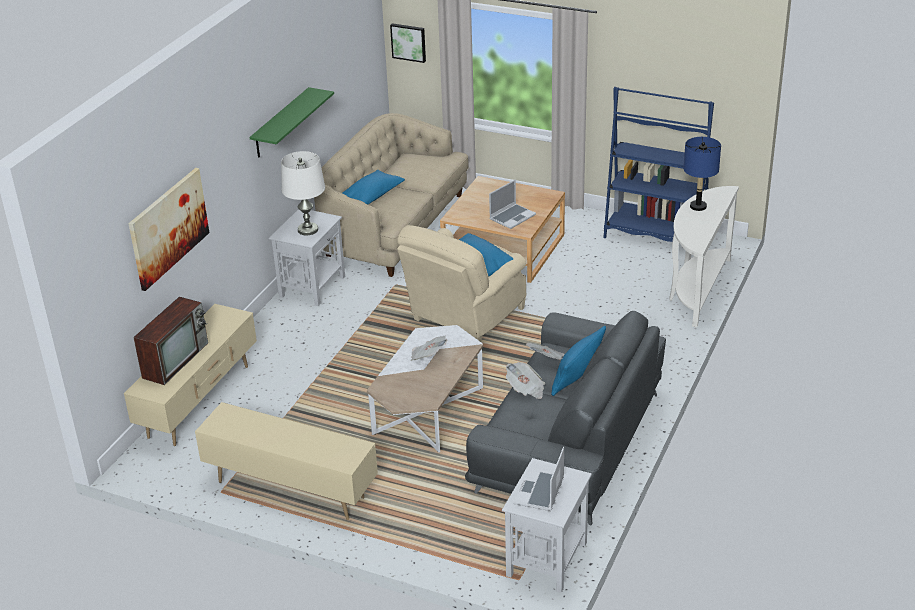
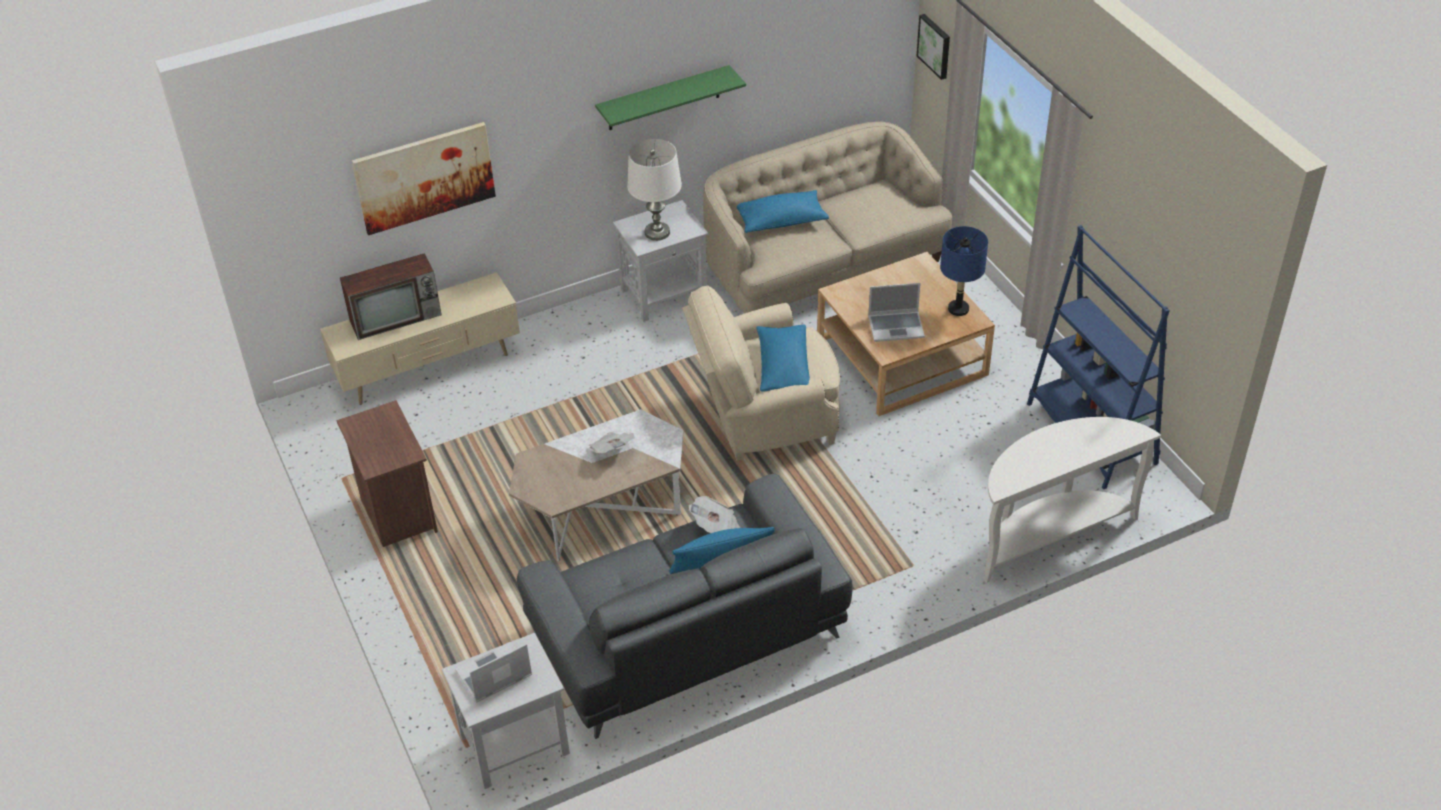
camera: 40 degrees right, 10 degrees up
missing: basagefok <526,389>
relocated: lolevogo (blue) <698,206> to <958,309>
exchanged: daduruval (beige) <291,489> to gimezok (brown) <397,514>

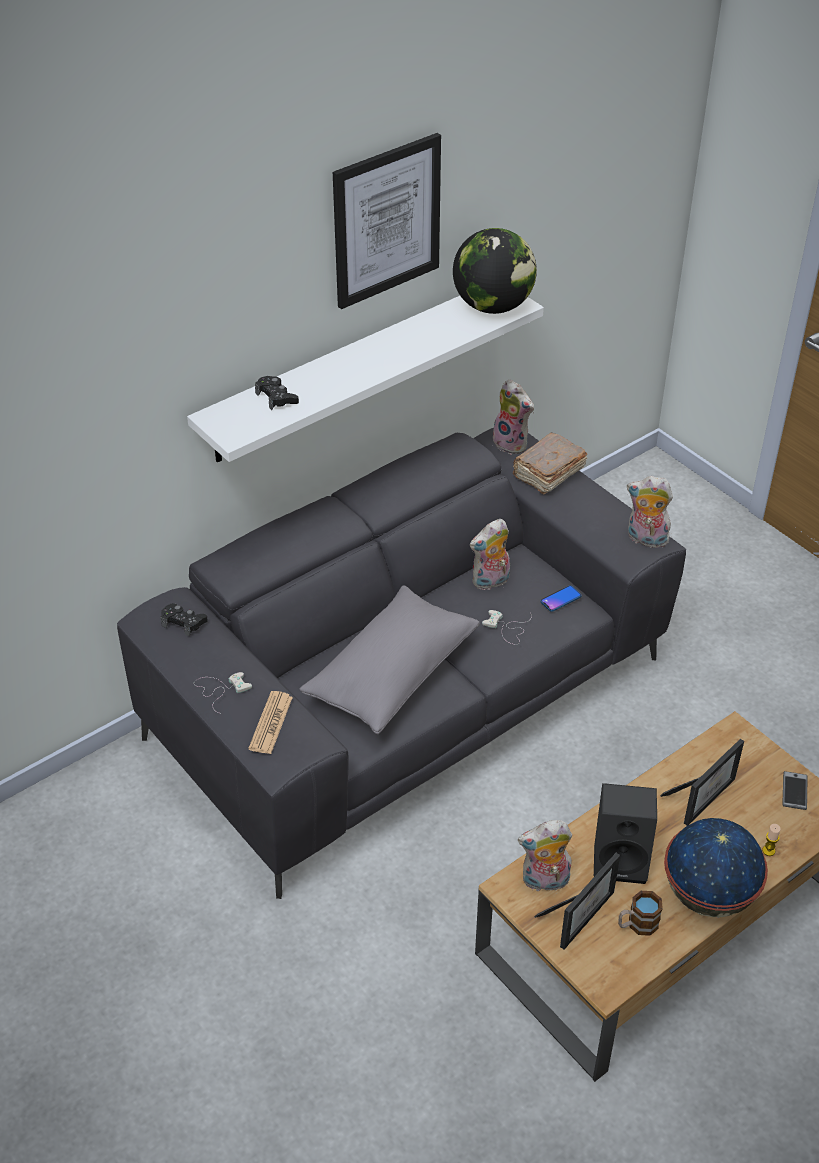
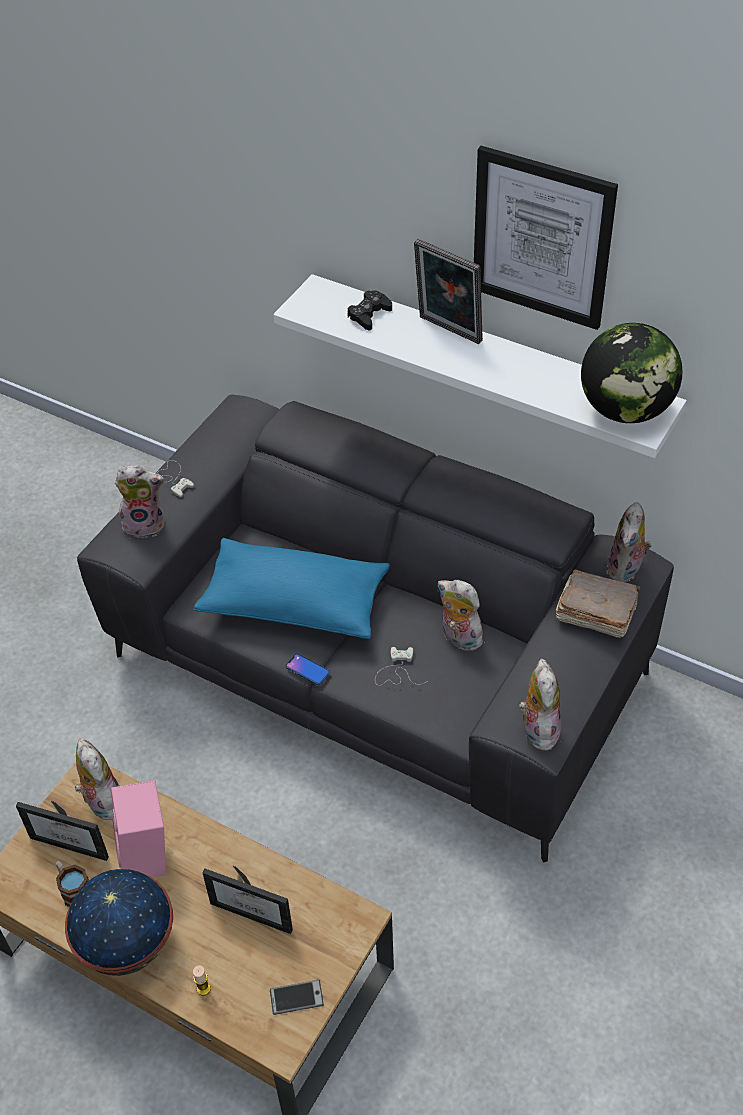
camera: 70 degrees right, 5 degrees up
missing: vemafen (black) <183,622>
appeared: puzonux <448,331>
relocated: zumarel <560,599> to <307,670>
exchanged: basagefok <271,723> to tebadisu <146,524>
colour: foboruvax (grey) <391,674> to foboruvax (blue) <295,604>; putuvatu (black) <621,859> to putuvatu (pink) <148,857>

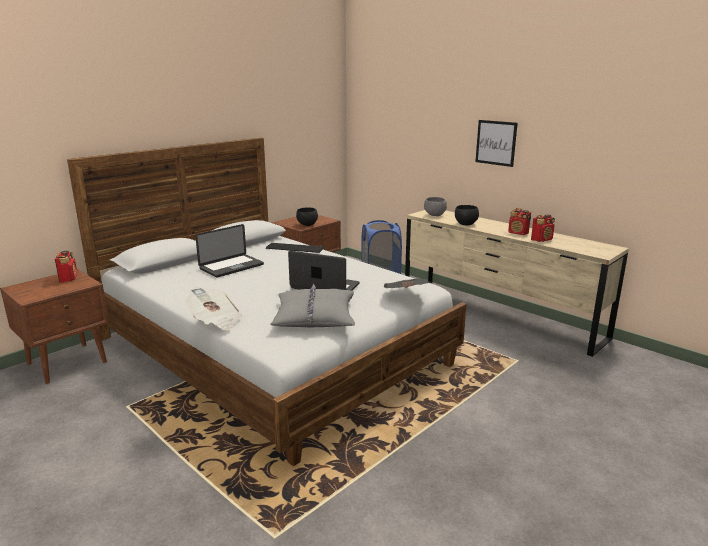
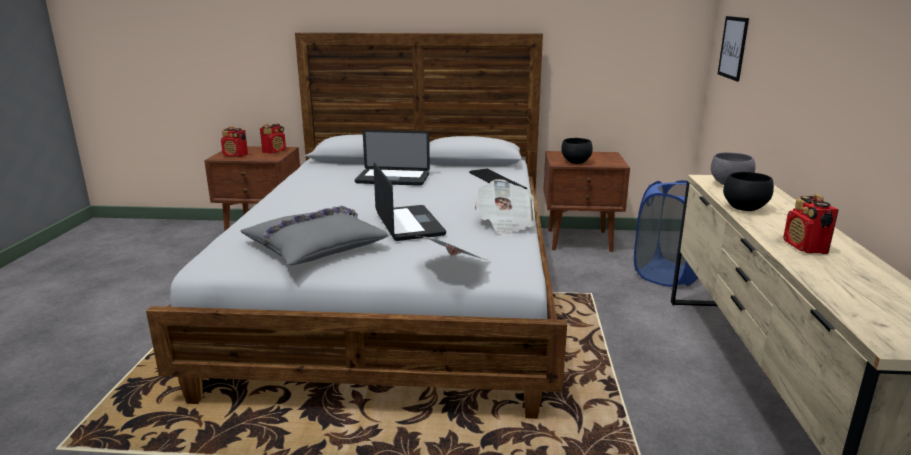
camera: 50 degrees right, 0 degrees up
relocated: basagefok <215,321> to <504,223>; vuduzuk <496,143> to <733,47>; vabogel <542,239> to <235,155>

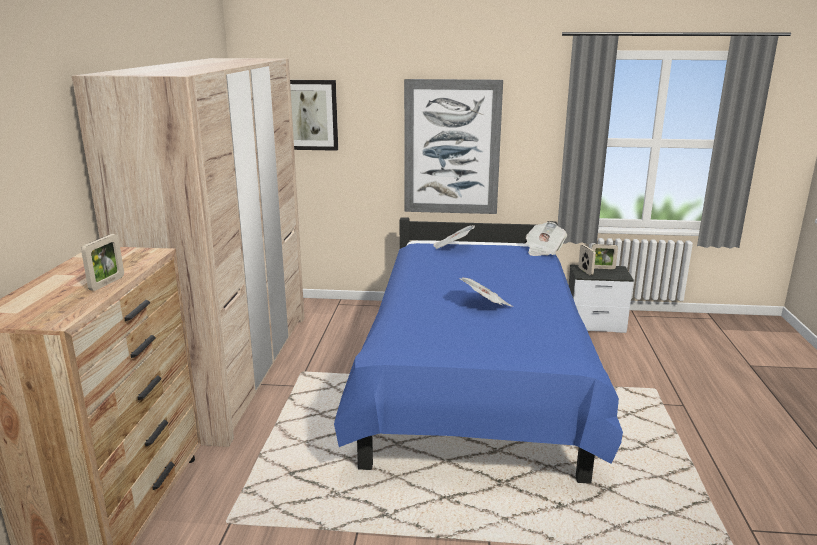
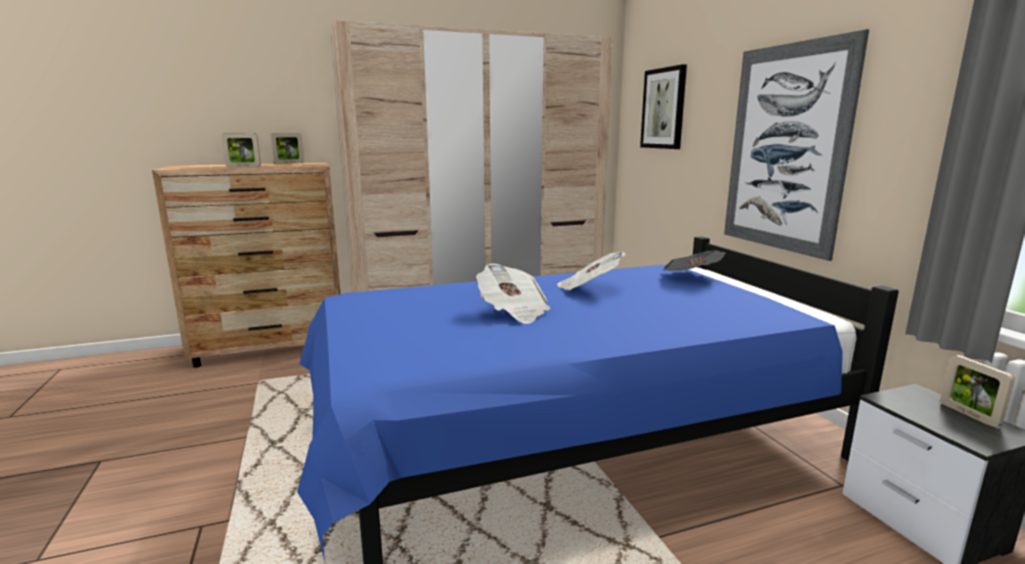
camera: 65 degrees right, 5 degrees down
relocated: basagefok <543,250> to <588,288>; puzonux <585,271> to <289,163>

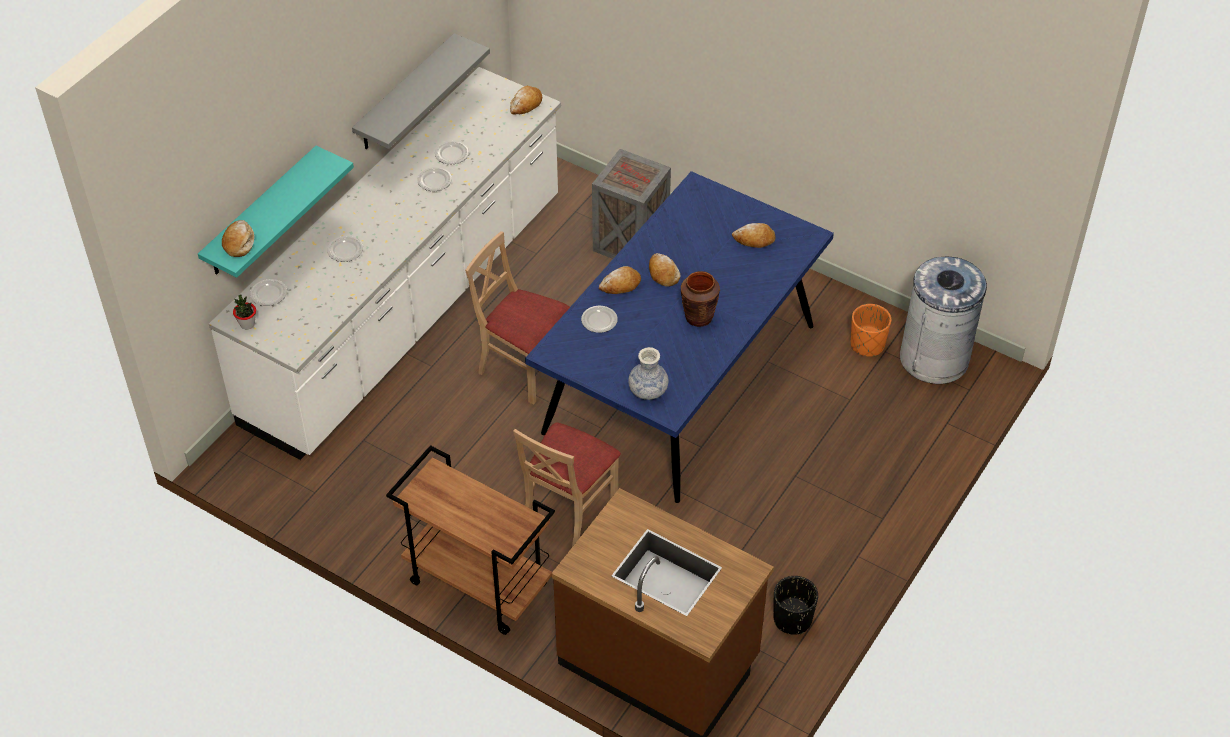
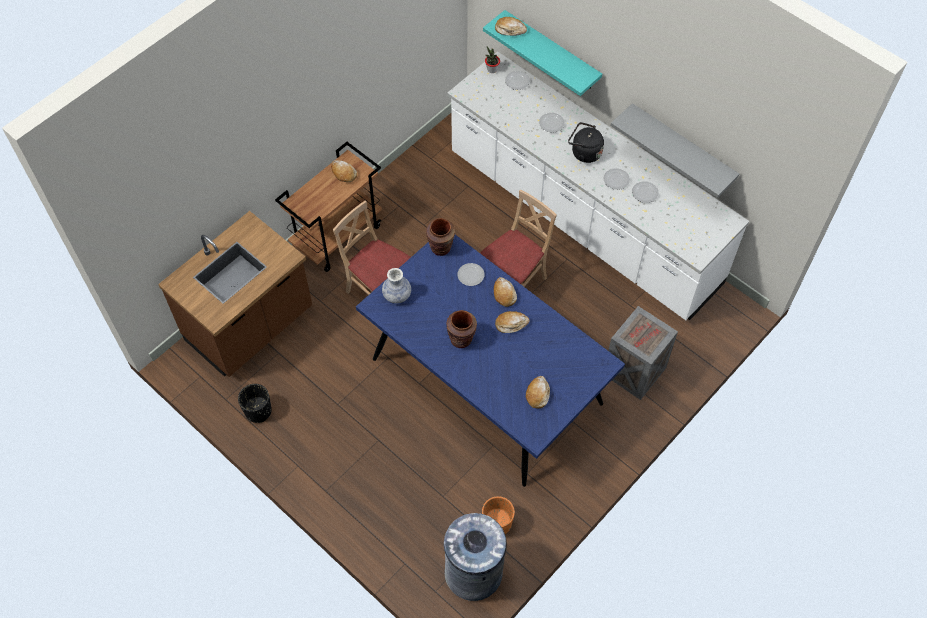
camera: 100 degrees right, 10 degrees up
appeared: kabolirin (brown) <441,248>; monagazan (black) <584,152>
relocated: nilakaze <526,104> to <343,173>

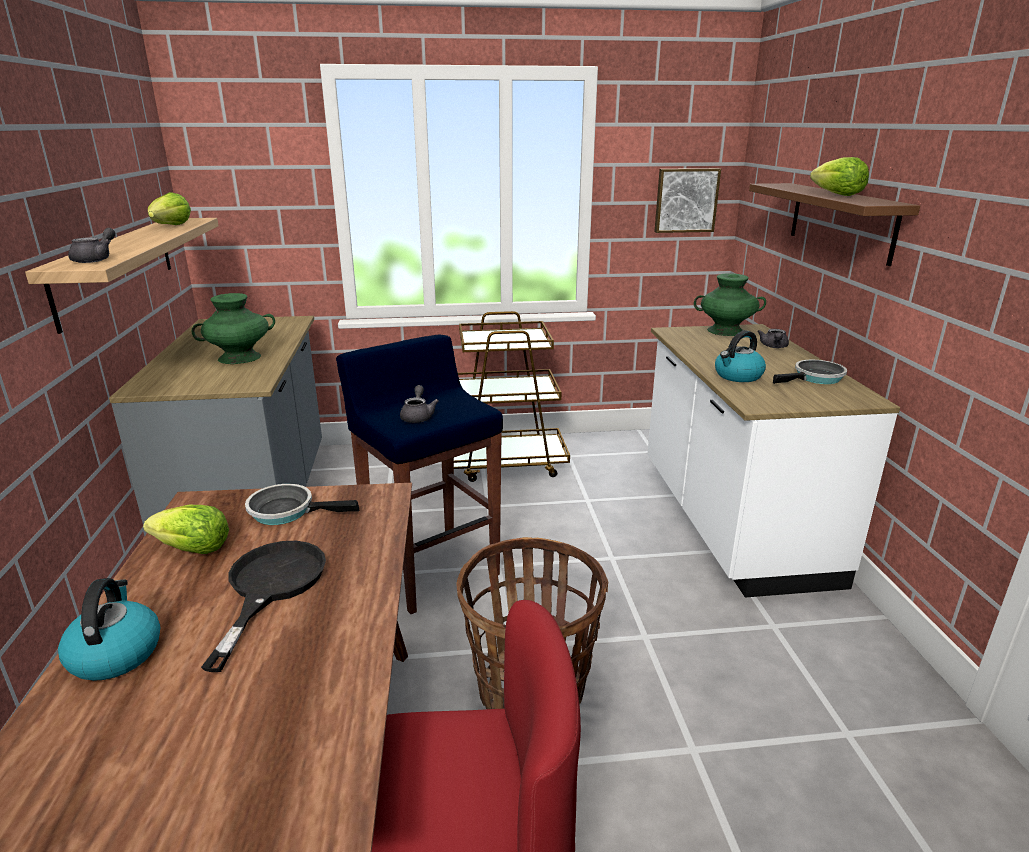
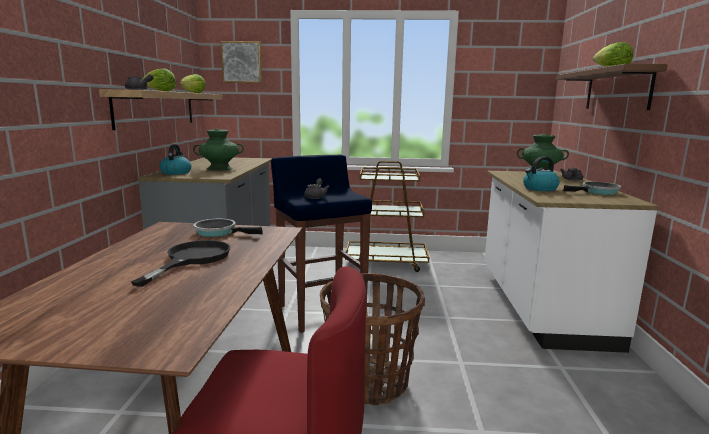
camera: 10 degrees right, 10 degrees down
relocated: monagazan <115,653> to <176,172>; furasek <193,549> to <160,91>; vuduzuk <685,200> to <242,62>

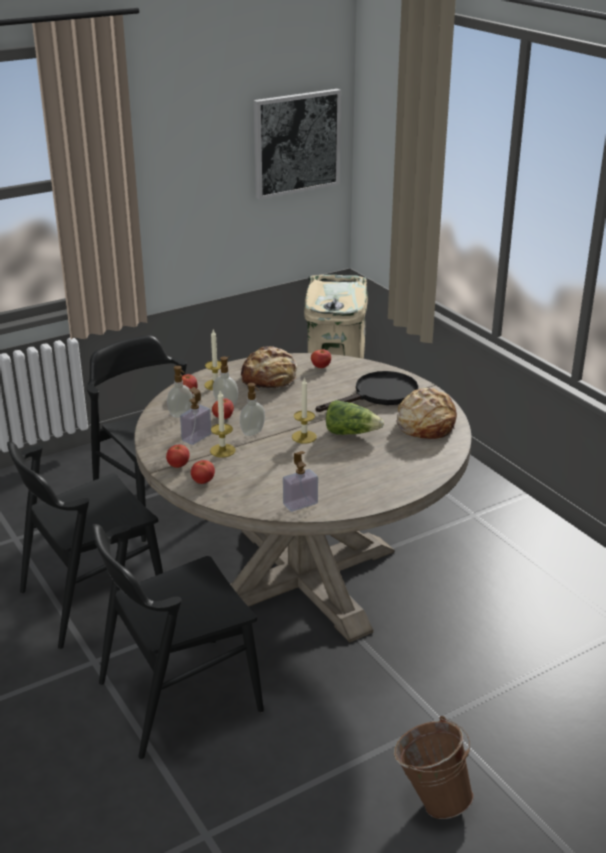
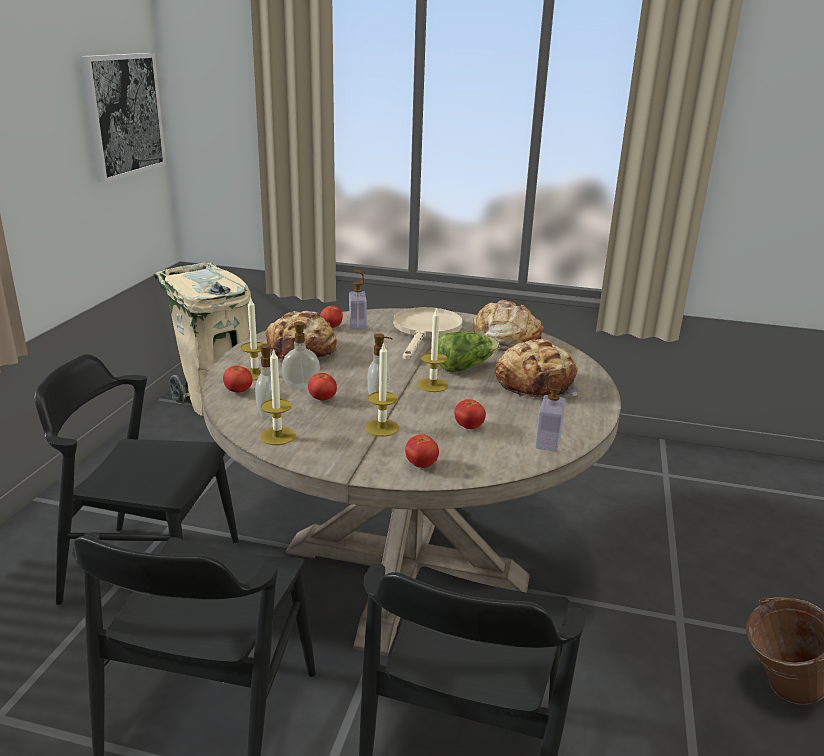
camera: 45 degrees left, 5 degrees down
appeared: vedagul <277,436>; nilakaze <536,383>
relocated: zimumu <178,465> to <469,427>; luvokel <196,437> to <357,324>
colour: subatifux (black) <378,395> to subatifux (beige) <425,332>

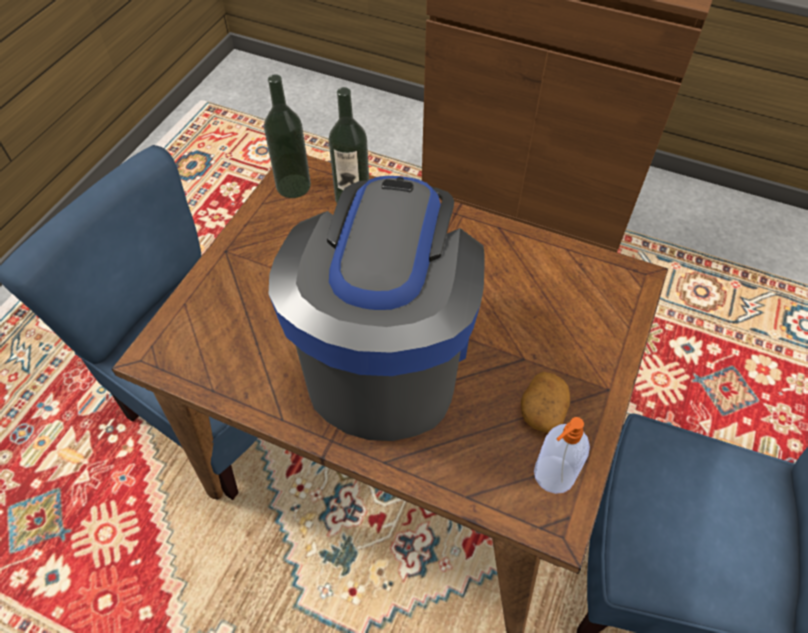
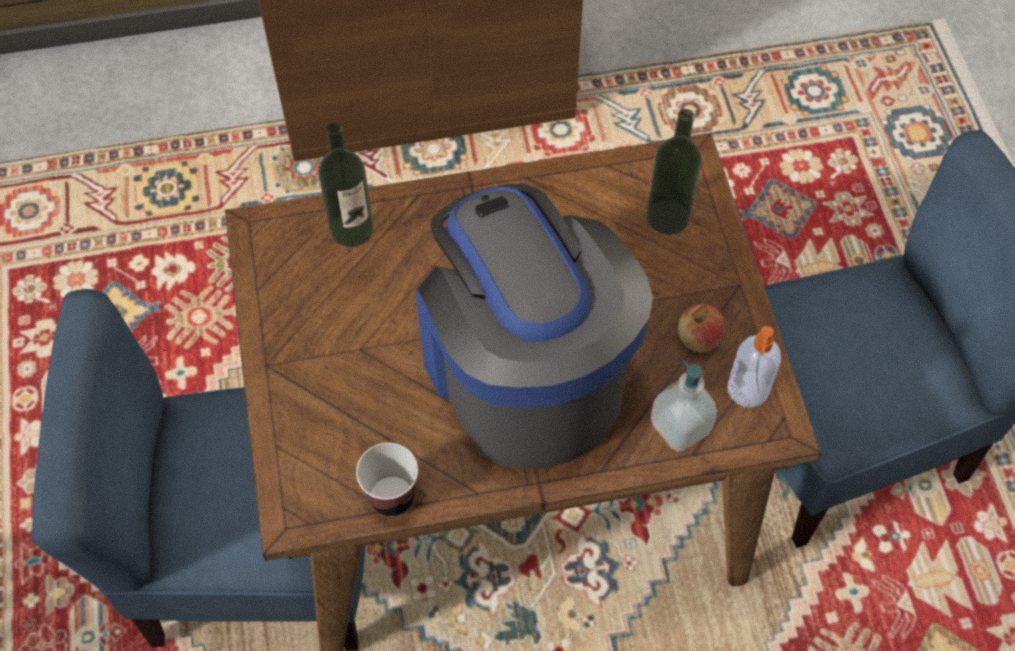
camera: 35 degrees left, 5 degrees up
appeared: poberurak <392,497>; luvokel <680,427>
relocated: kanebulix <293,186> to <667,217>
exchanged: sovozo <542,410> to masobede <698,338>

